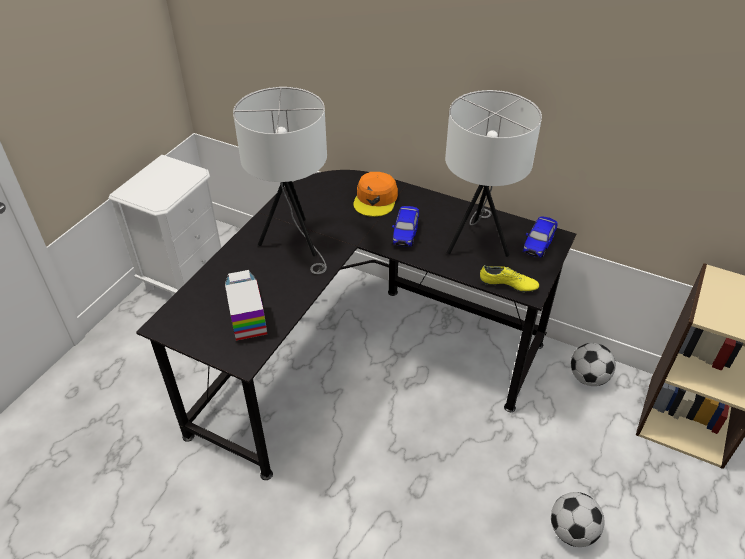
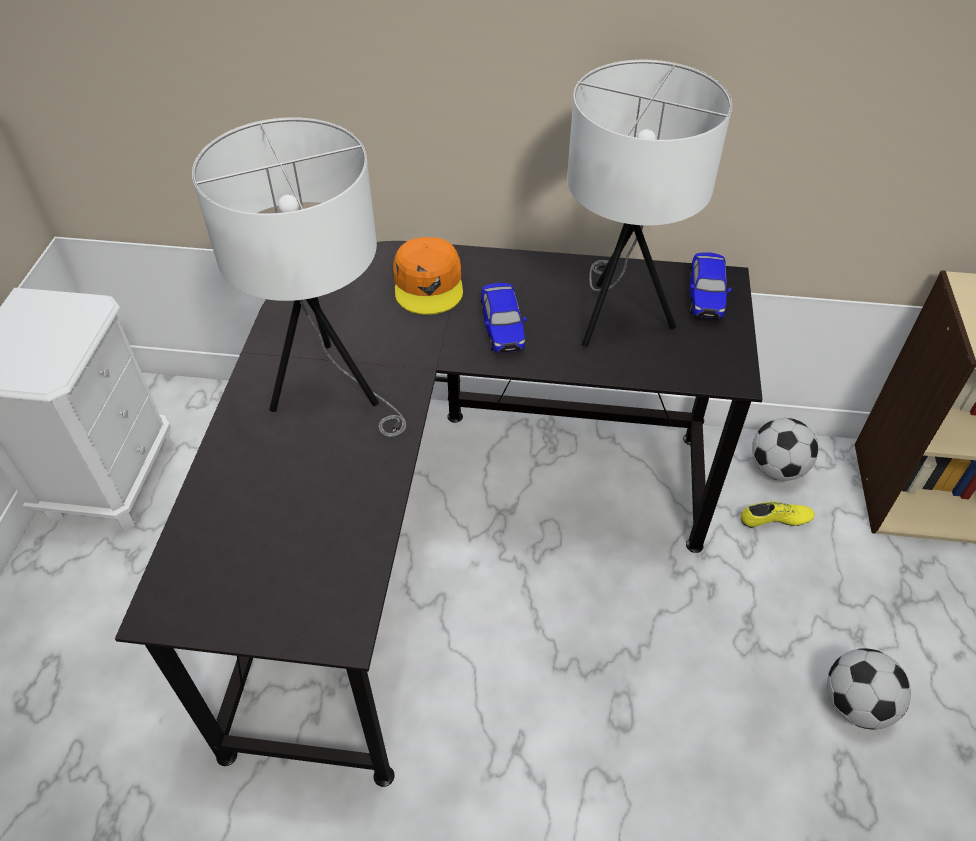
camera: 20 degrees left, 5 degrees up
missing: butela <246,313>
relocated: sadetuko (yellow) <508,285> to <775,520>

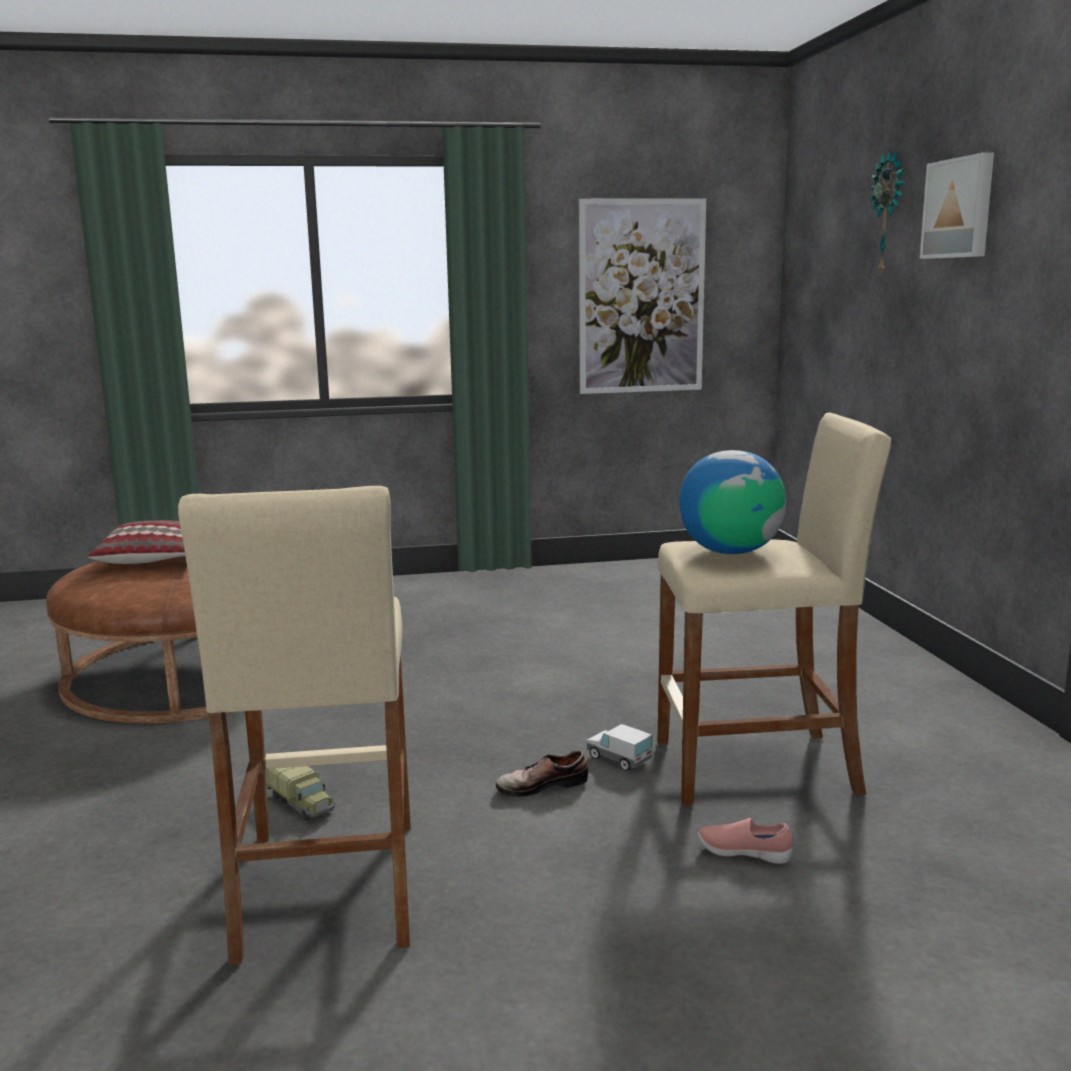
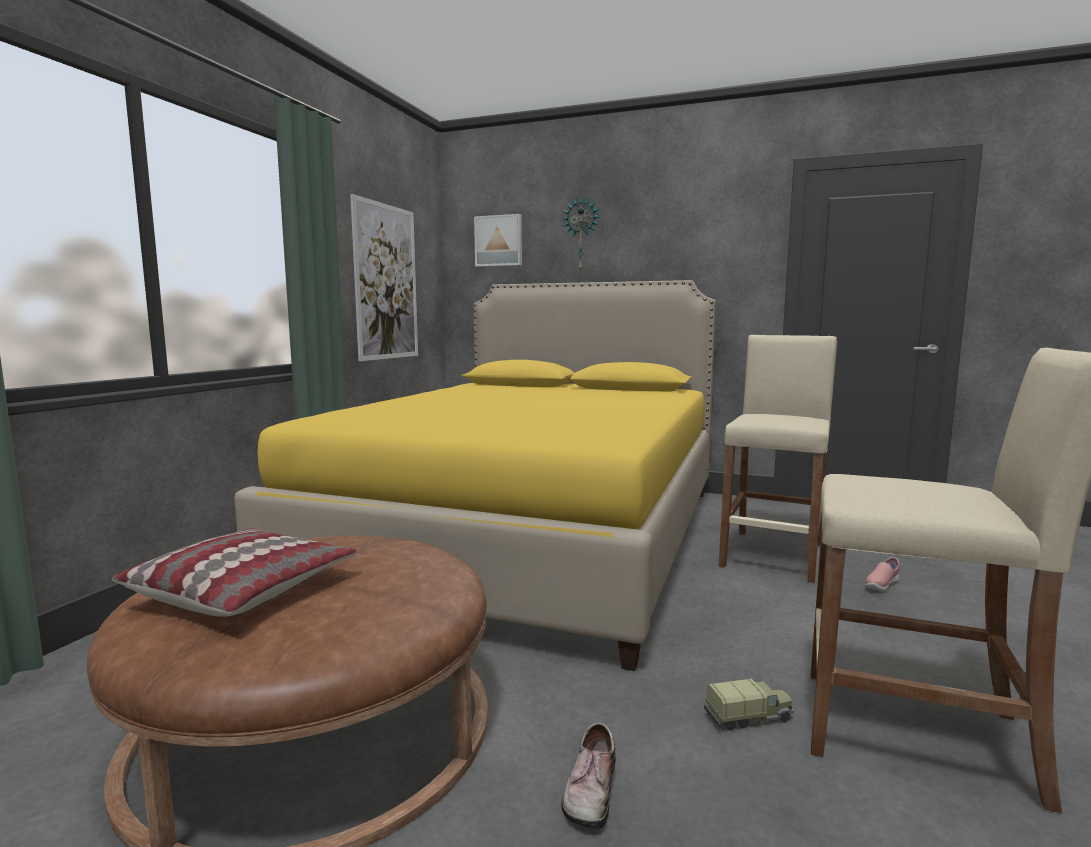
camera: 60 degrees left, 5 degrees down
missing: butela <619,759>; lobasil <730,552>
appeared: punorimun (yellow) <529,535>
relocated: sadetuko <540,785> to <588,789>; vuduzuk <960,208> to <499,241>

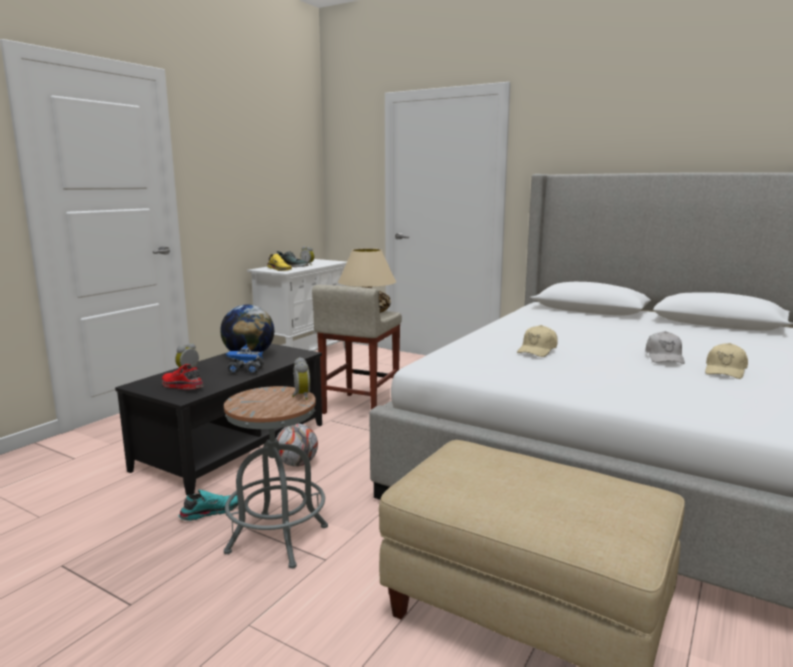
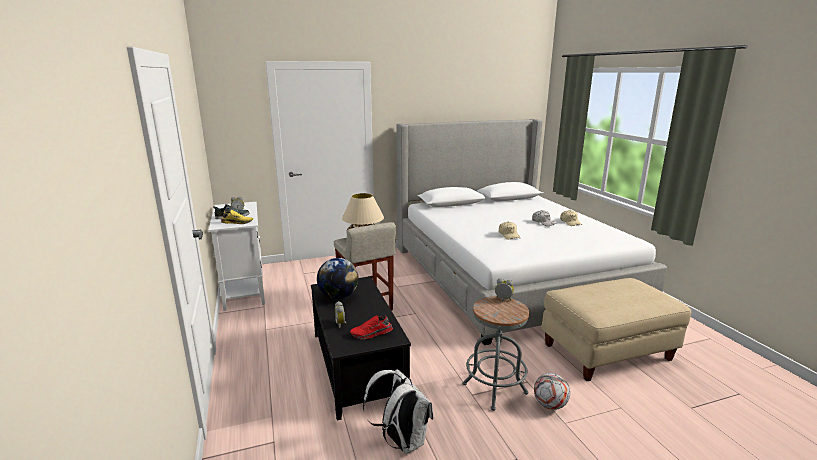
camera: 50 degrees left, 5 degrees up
missing: sadetuko (turquoise) <210,511>; butela <245,371>
appeared: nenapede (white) <401,441>
relocated: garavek <297,464> to <550,405>

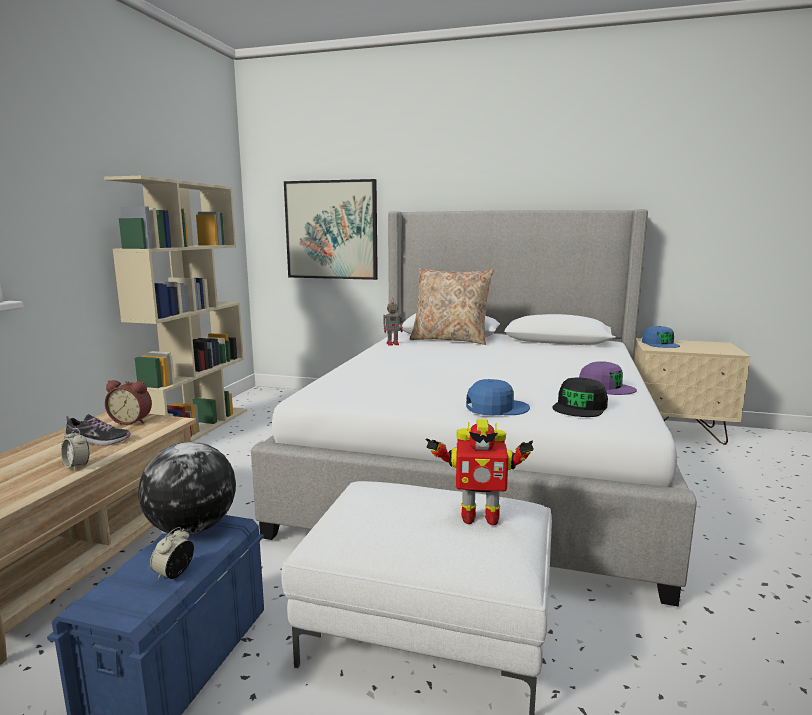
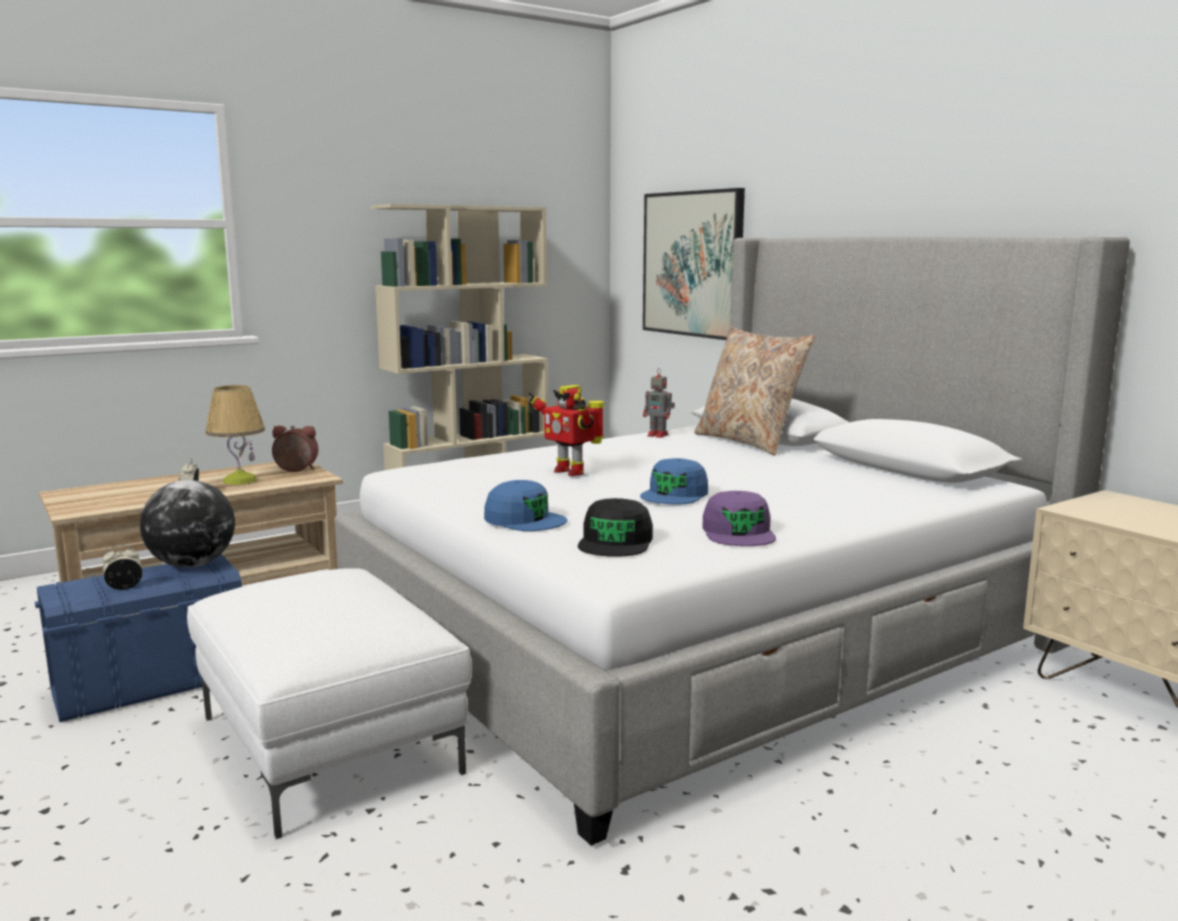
camera: 40 degrees right, 0 degrees up
relocated: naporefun <478,517> to <570,471>; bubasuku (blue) <660,344> to <675,494>
exchanged: sadetuko <98,441> to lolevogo <239,480>
spun: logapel <132,421> = <295,470> 135 degrees clockwise; bubasuku (black) <580,407> = <616,542> 60 degrees counterclockwise

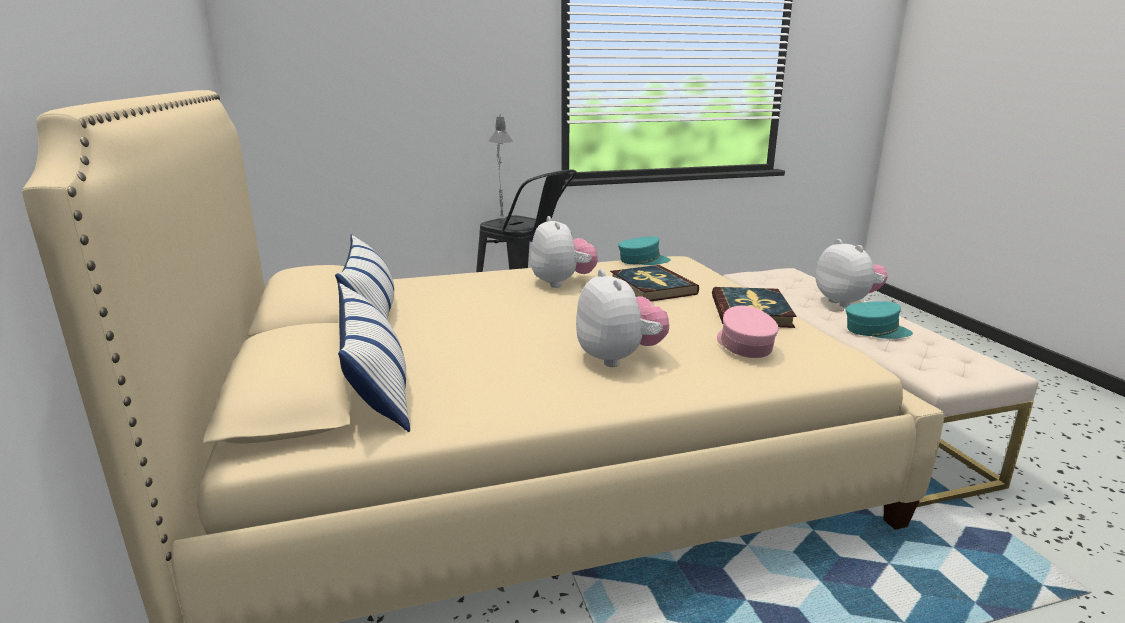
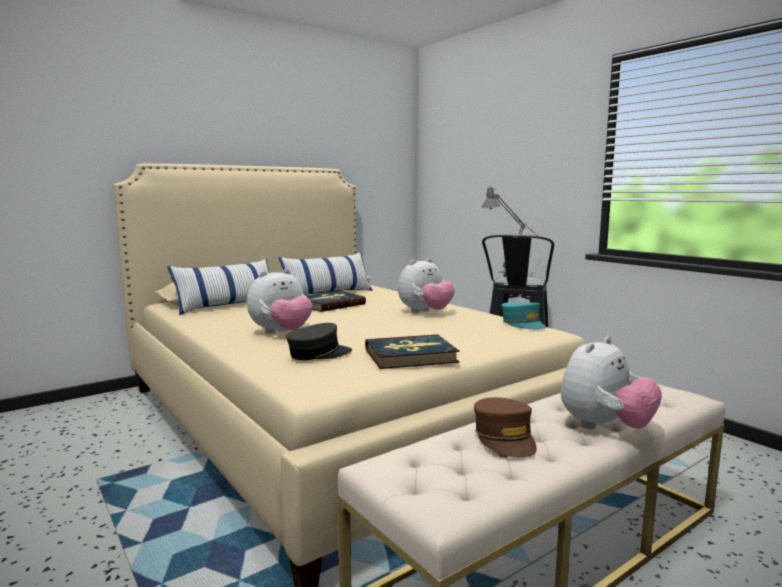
camera: 70 degrees right, 10 degrees down
relocated: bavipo <652,287> to <330,304>
colour: bubasuku (pink) <744,344> to bubasuku (grey) <318,354>; bubasuku (turquoise) <875,330> to bubasuku (brown) <505,438>

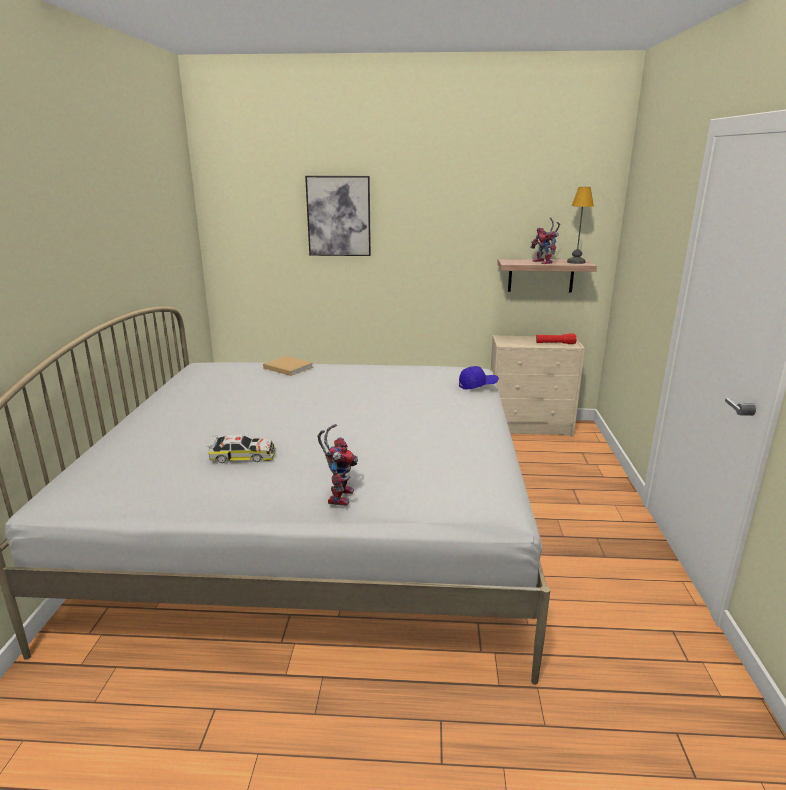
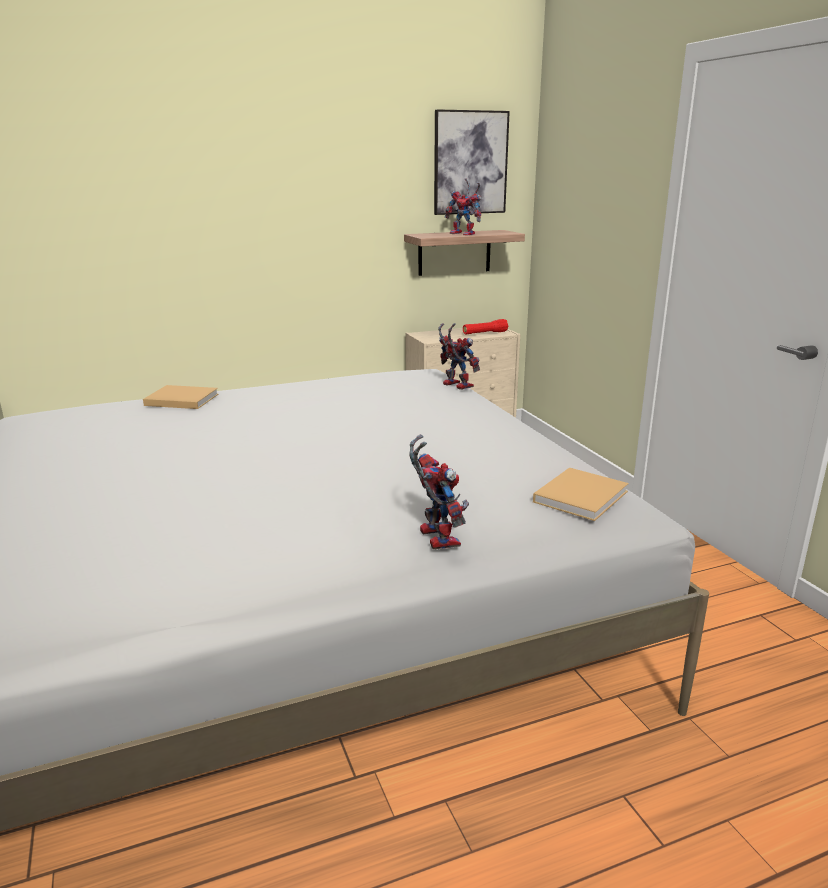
camera: 25 degrees left, 0 degrees up
missing: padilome <243,456>; lolevogo <576,262>
appeared: bavipo (beige) <582,496>
relocated: vuduzuk <339,216> to <470,163>
exchanged: bubasuku (blue) <477,385> to naporefun <454,385>

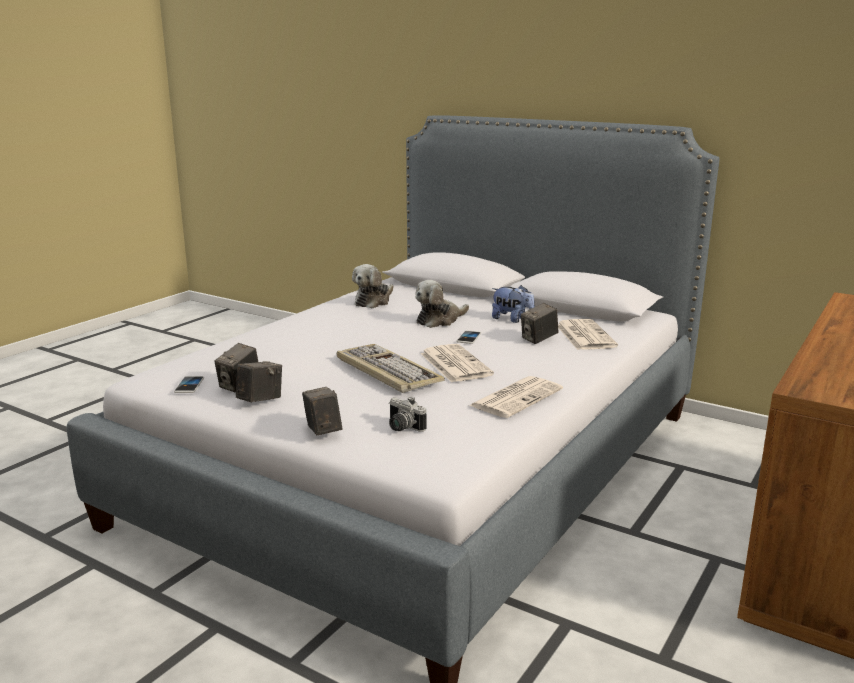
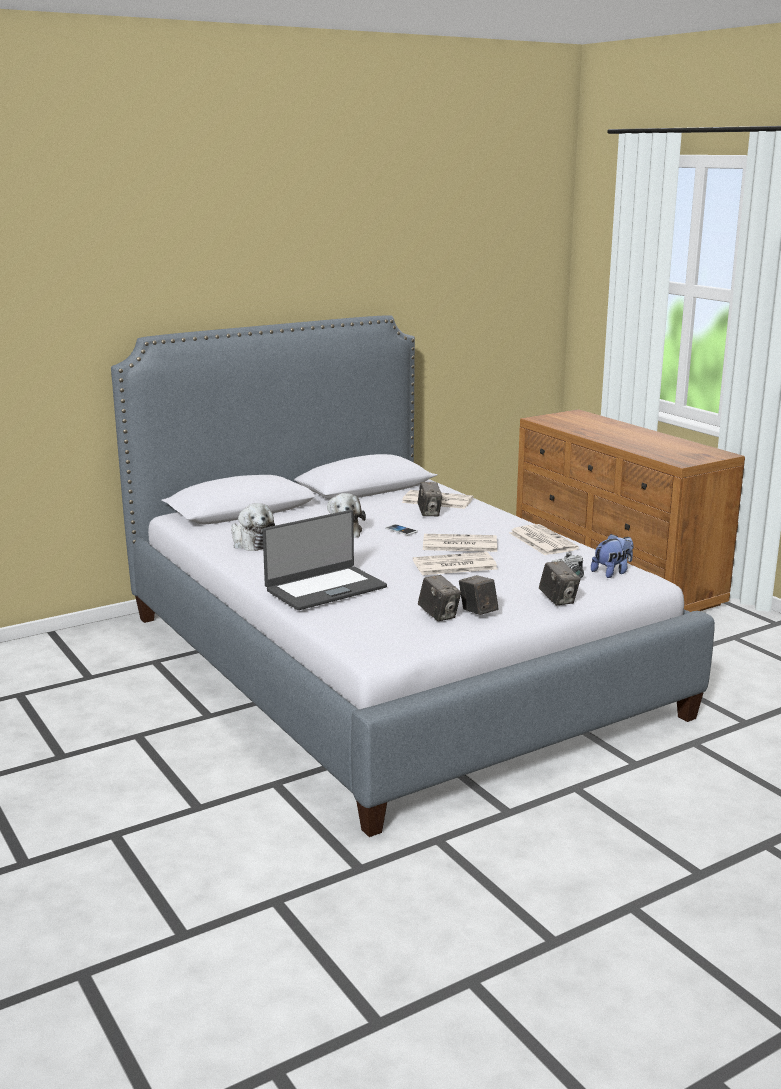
camera: 65 degrees left, 0 degrees up
missing: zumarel <189,385>
appeared: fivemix <325,588>
relocated: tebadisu <512,319> to <612,572>
exchanged: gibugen <386,371> to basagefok <453,565>
spun: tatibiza <322,431> = <558,600> 120 degrees counterclockwise

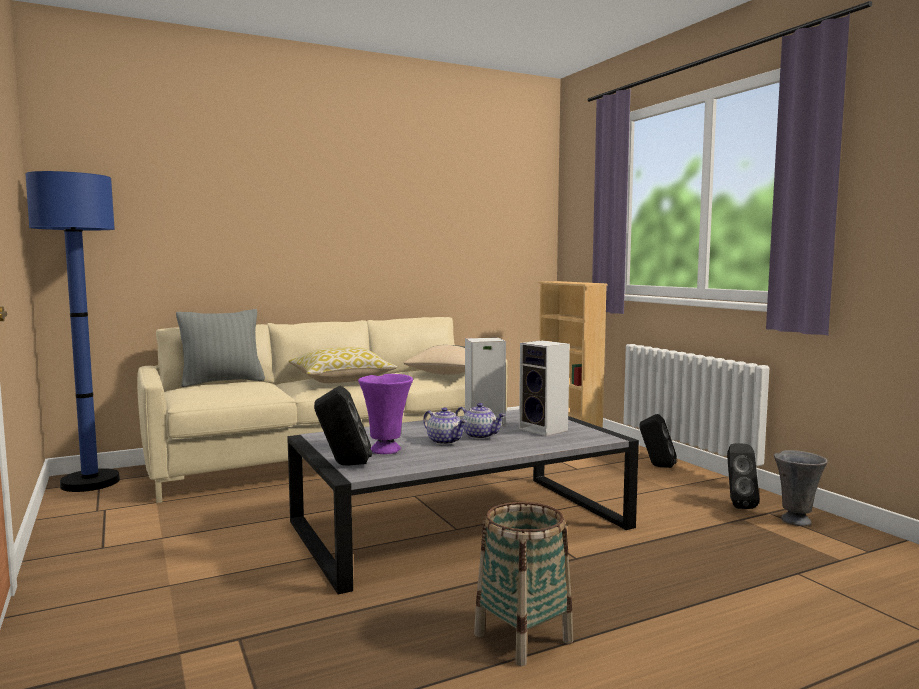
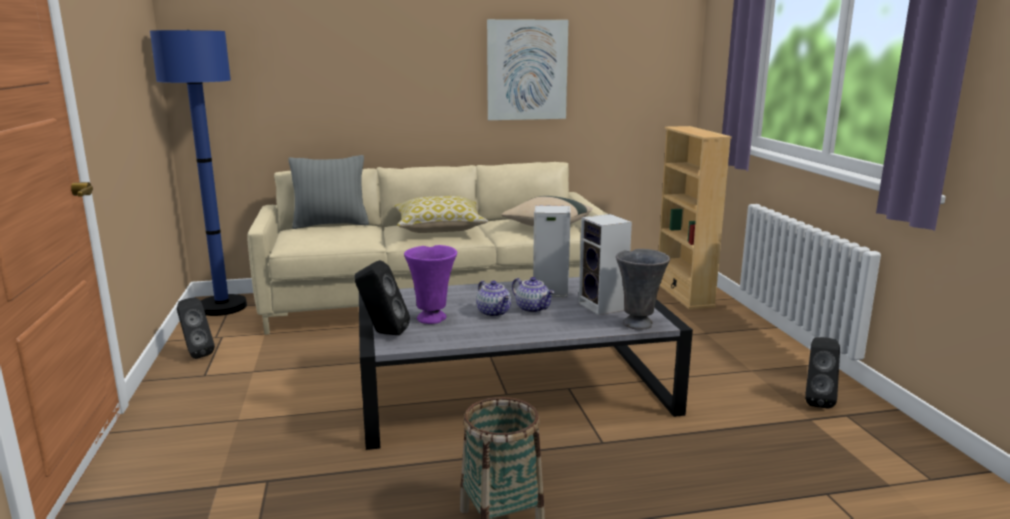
camera: 15 degrees right, 10 degrees up
appeared: vuduzuk <526,70>
relocated: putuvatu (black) <656,466> to <195,354>; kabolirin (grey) <796,521> to <639,324>

